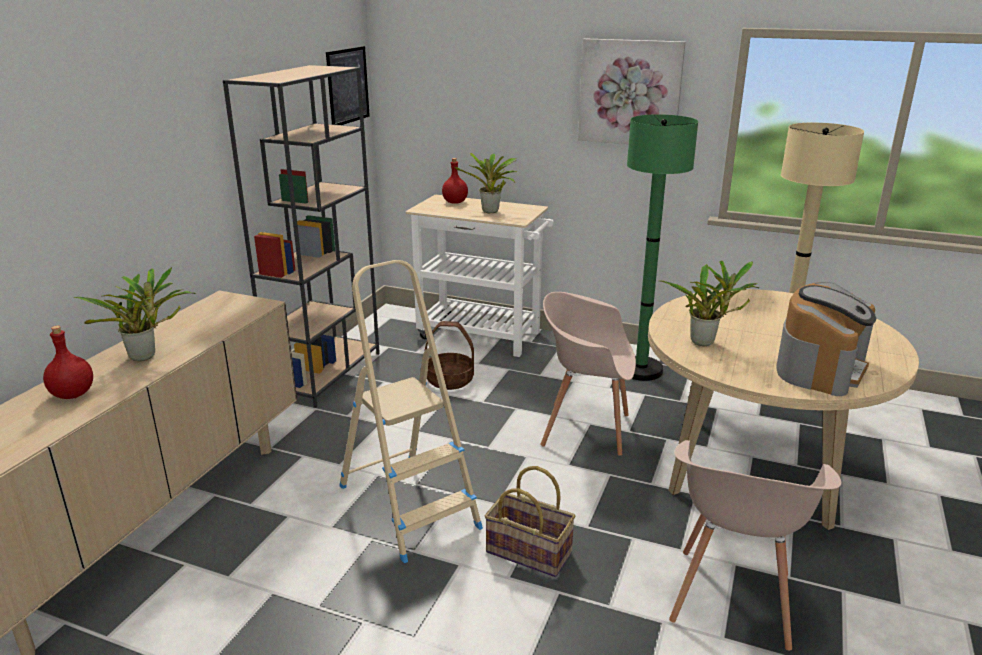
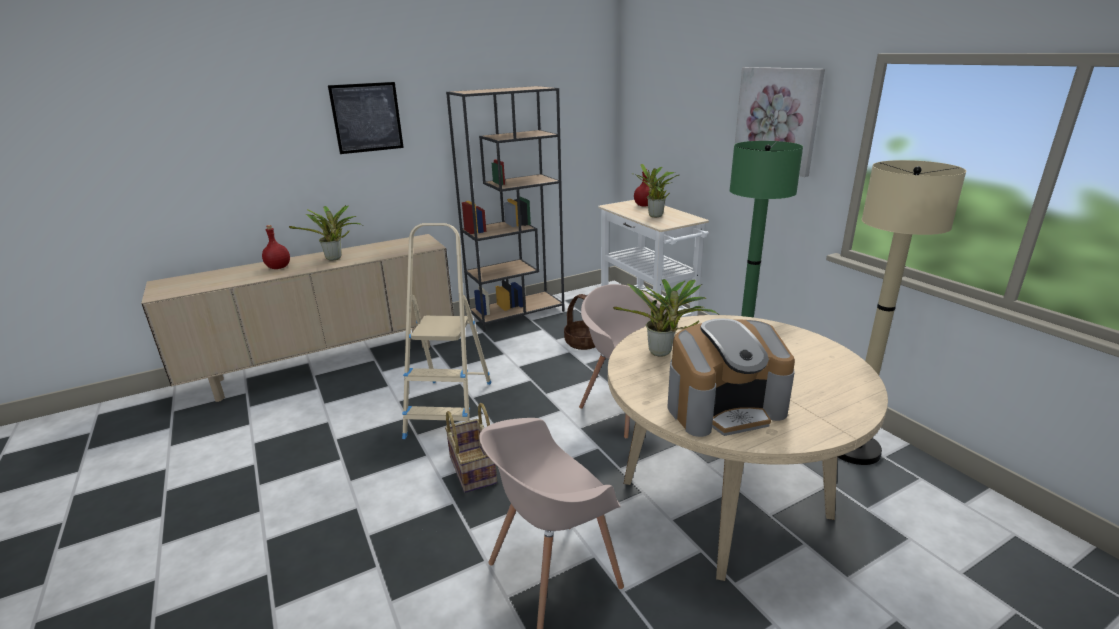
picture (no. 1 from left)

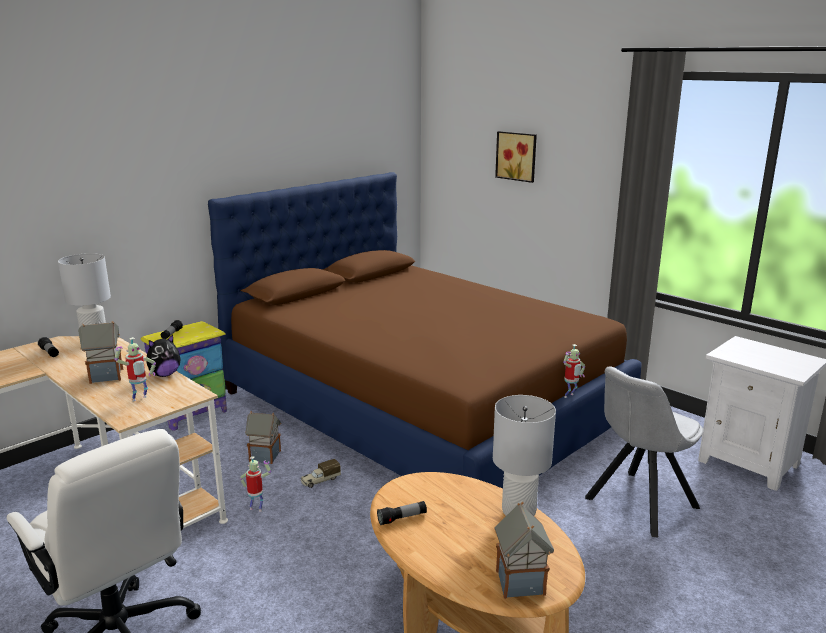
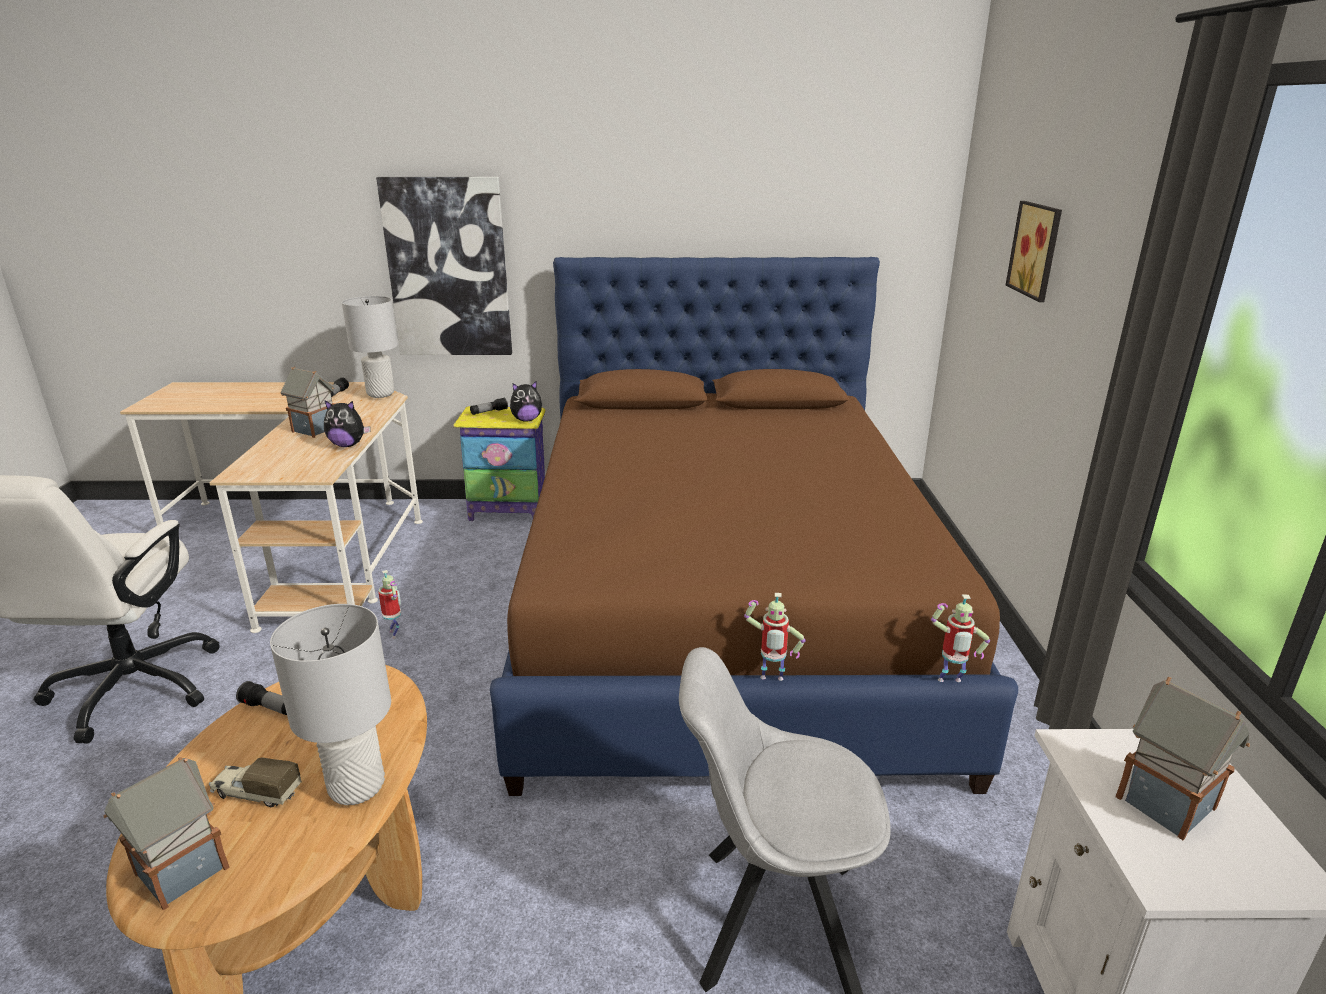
toy robot (no. 3 from left)
toy house (no. 3 from left)
toy truck
picture (no. 1 from left)
plush toy (no. 2 from left)

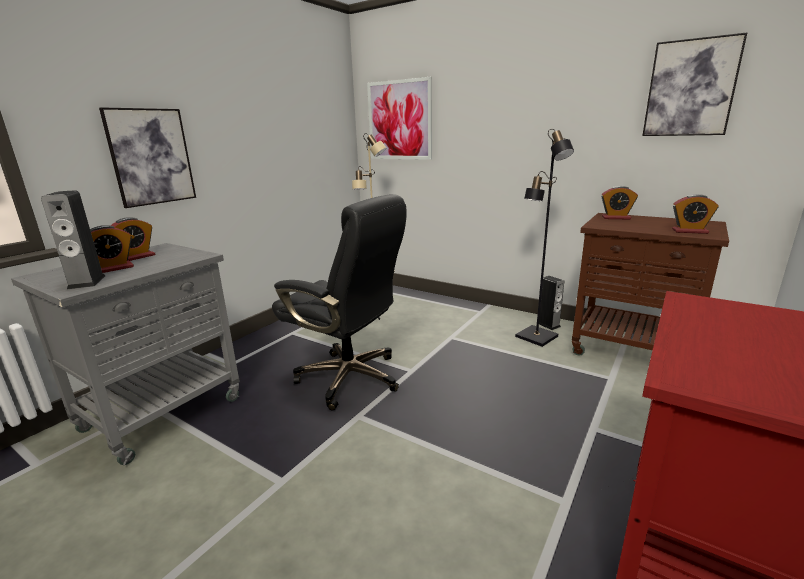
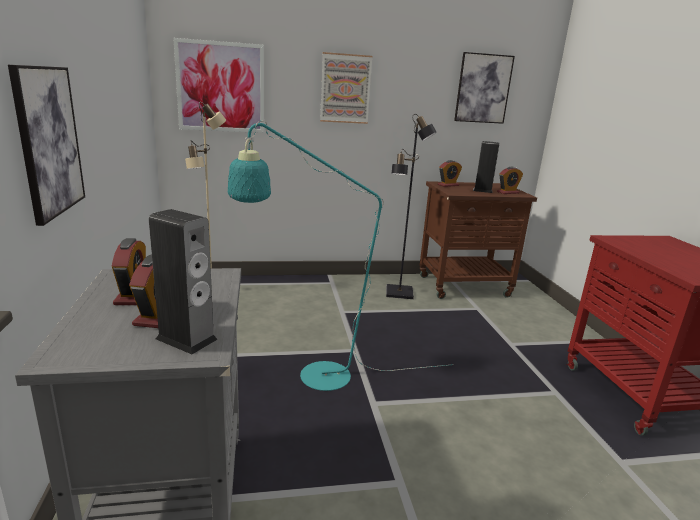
floor lamp/turquoise
speaker (no. 2 from left)
picture (no. 3 from left)

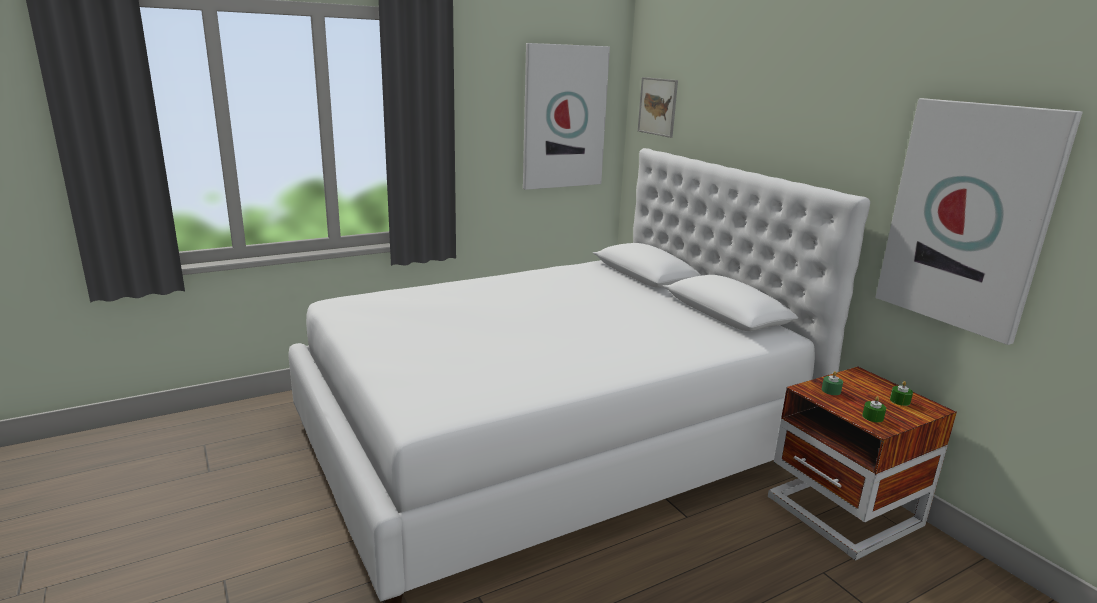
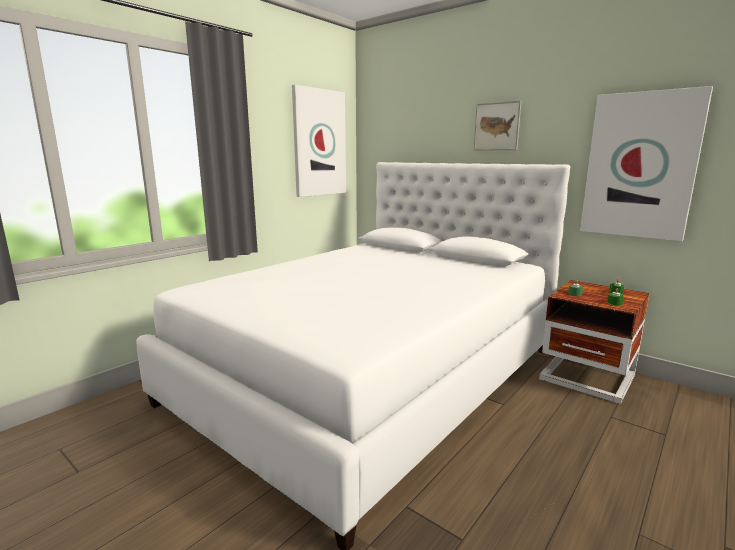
picture (no. 2 from left)

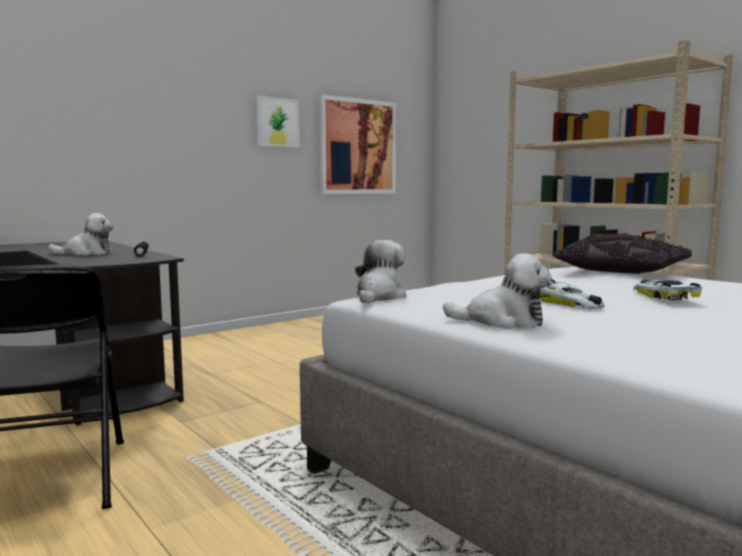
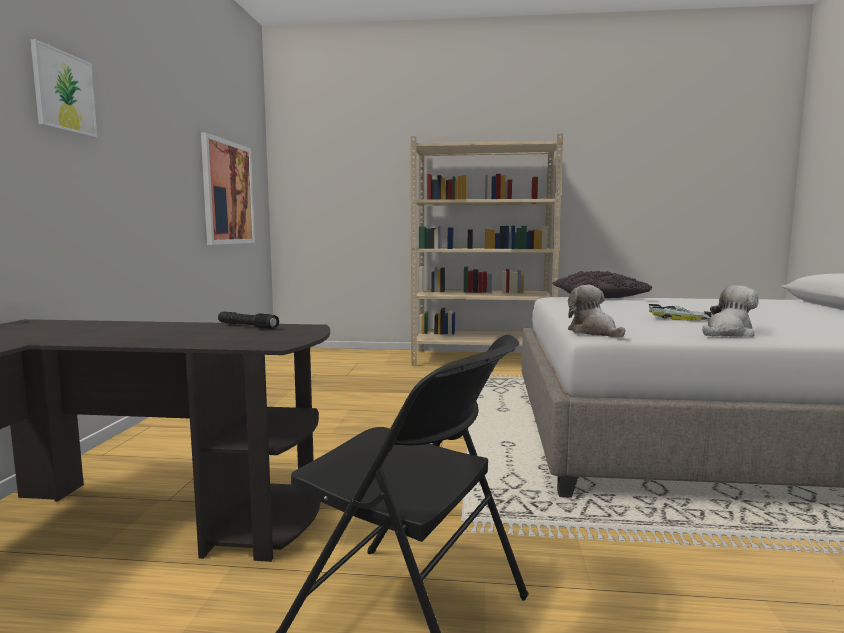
picture (no. 1 from left)
plush toy (no. 1 from left in the first image)
toy car (no. 2 from left in the first image)

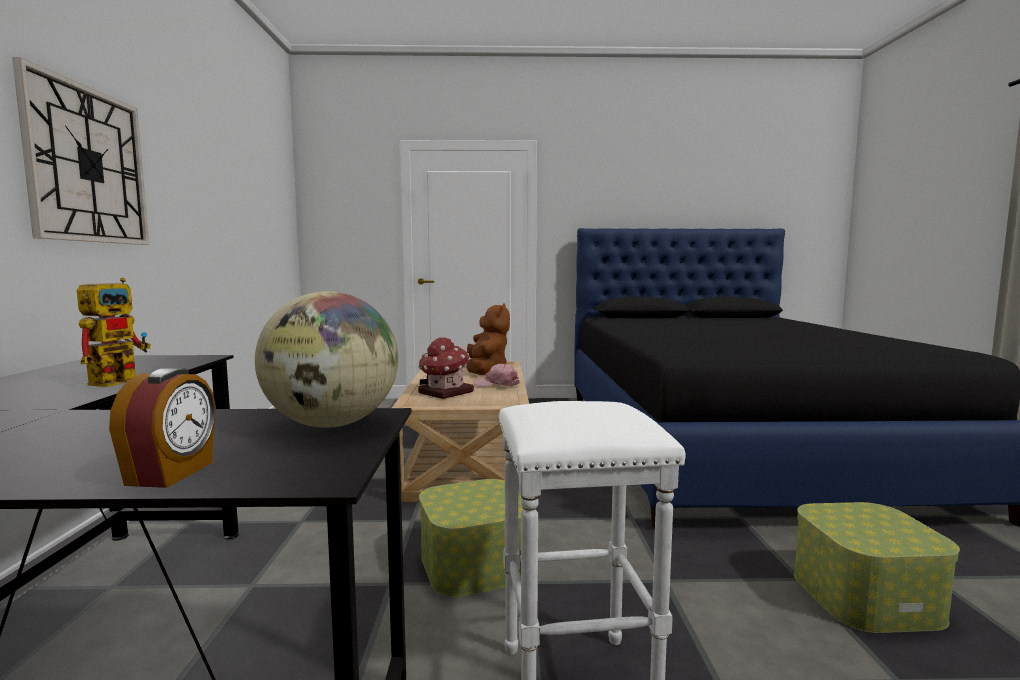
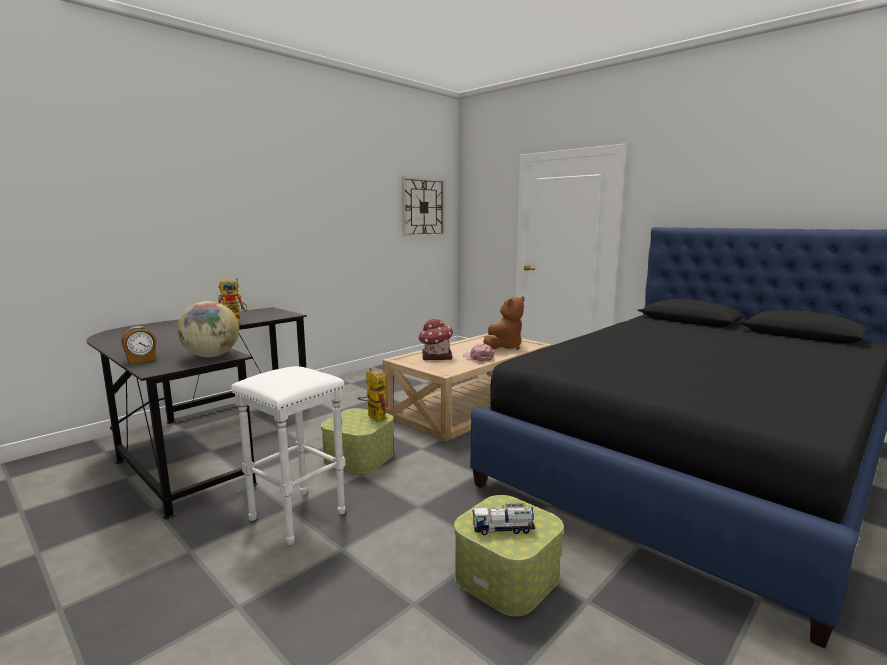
wall clock
toy robot (no. 2 from left)
toy truck

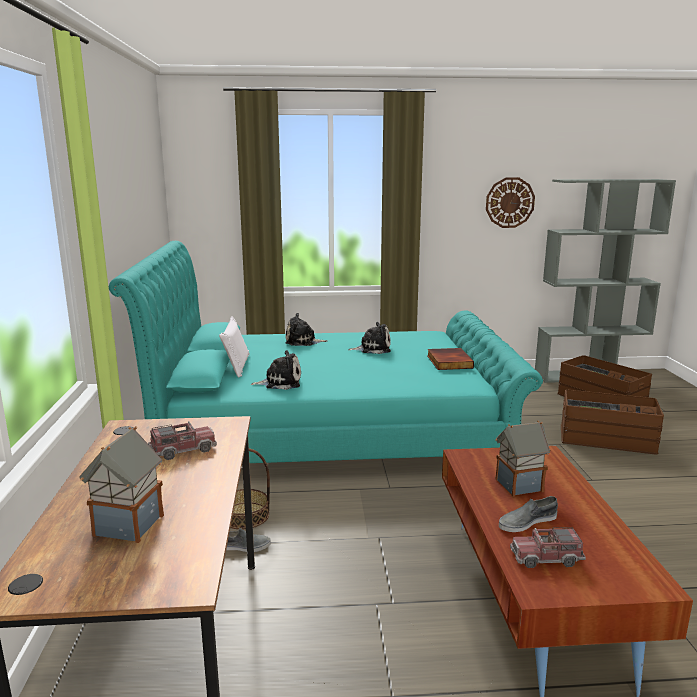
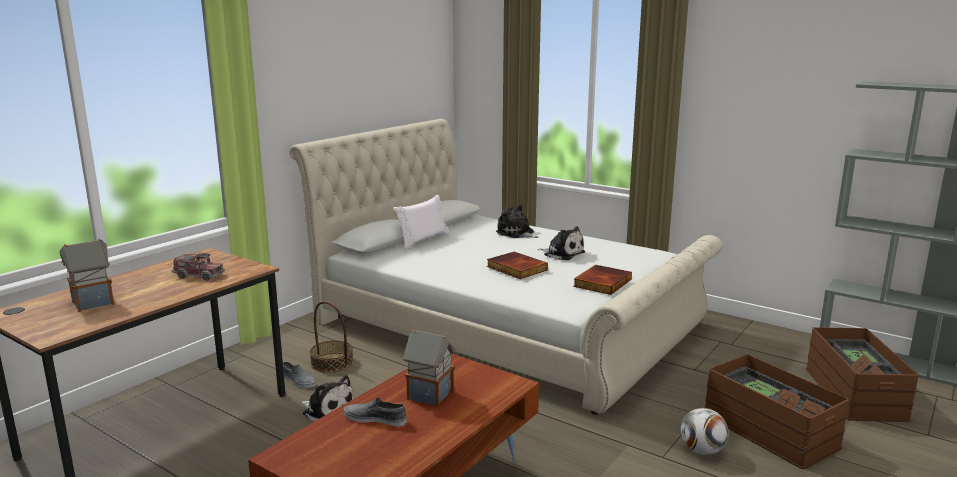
wall clock
bed/beige
plush toy (no. 1 from left)
toy truck (no. 2 from left in the first image)
book (no. 1 from left)
football

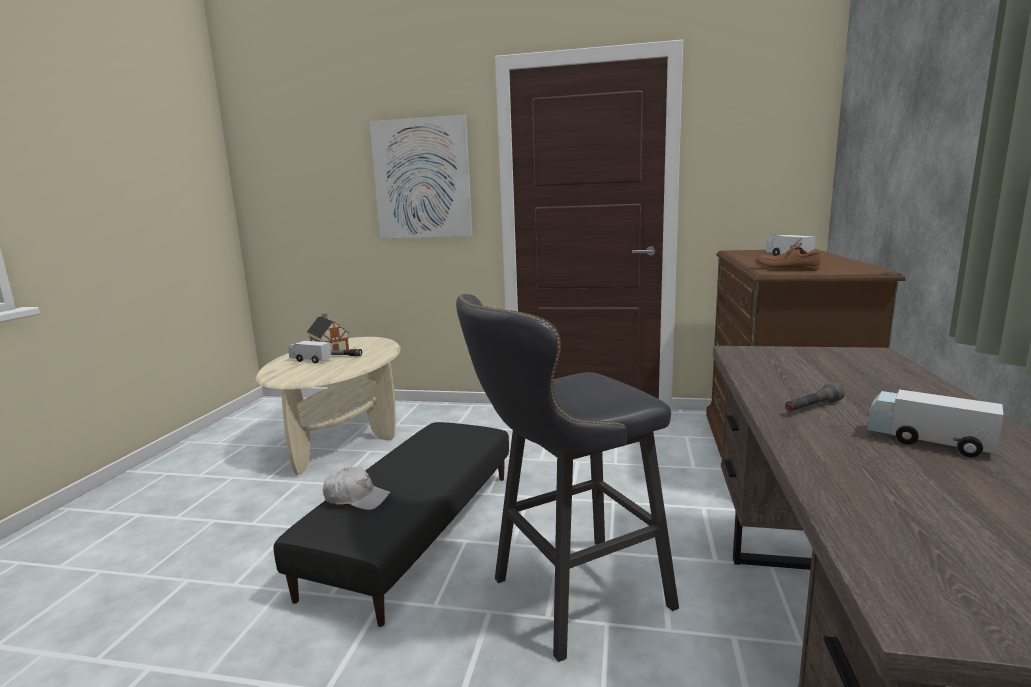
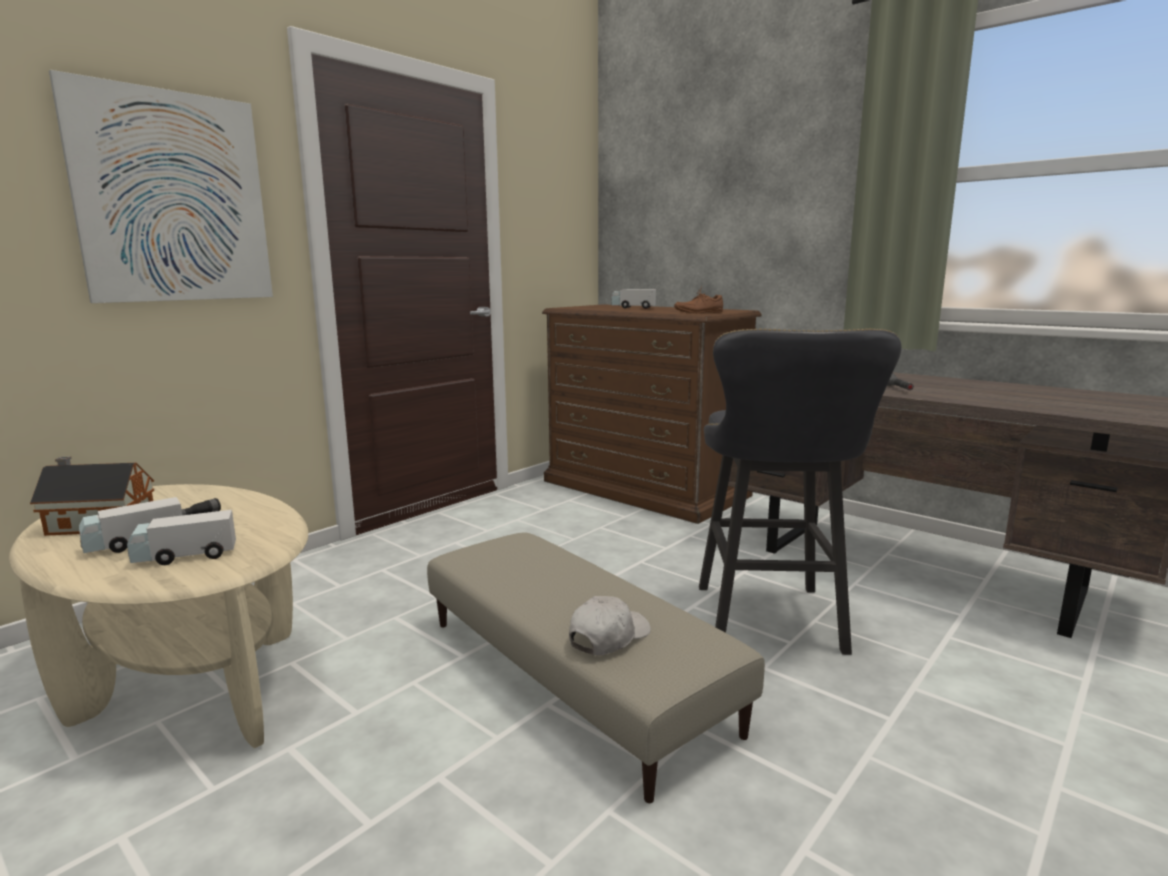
toy truck (no. 2 from left)
ottoman/beige

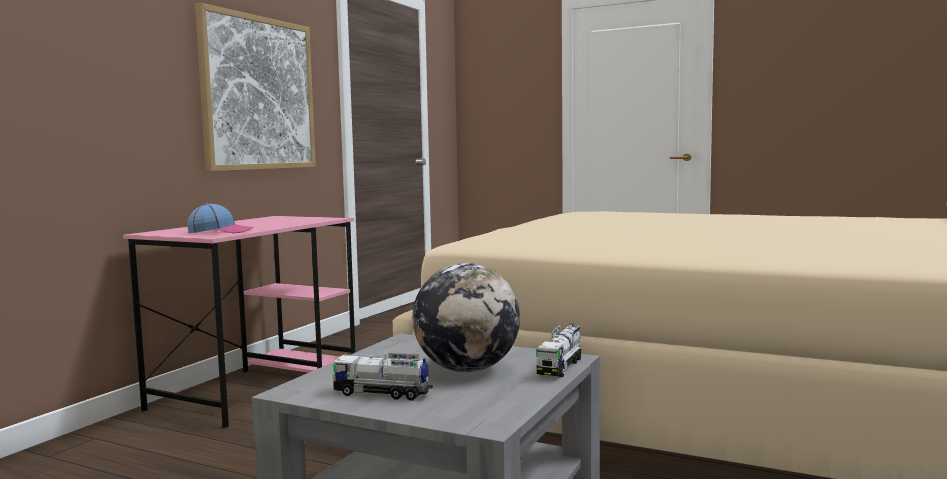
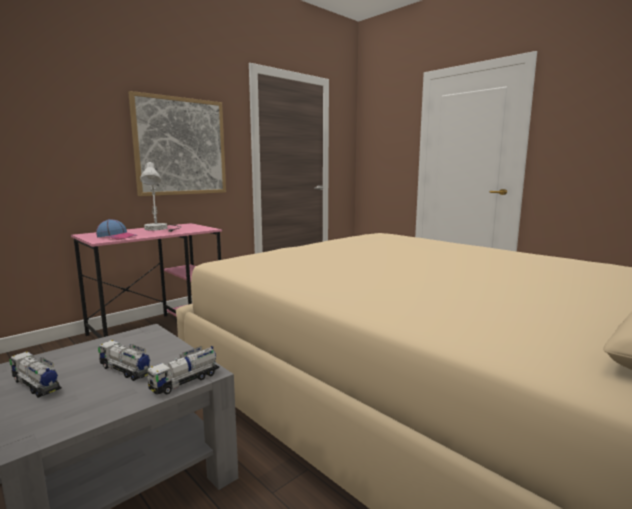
toy truck (no. 2 from left)
table lamp/white

